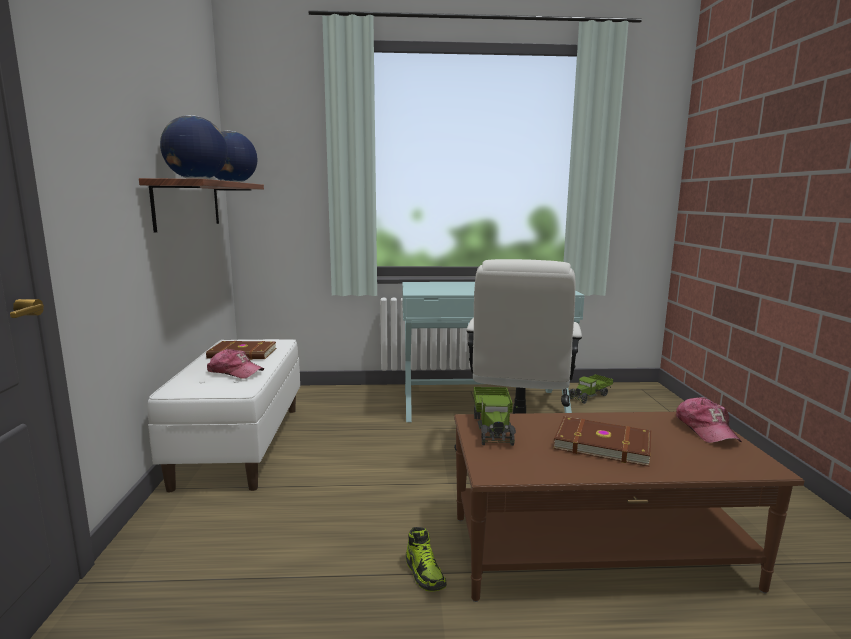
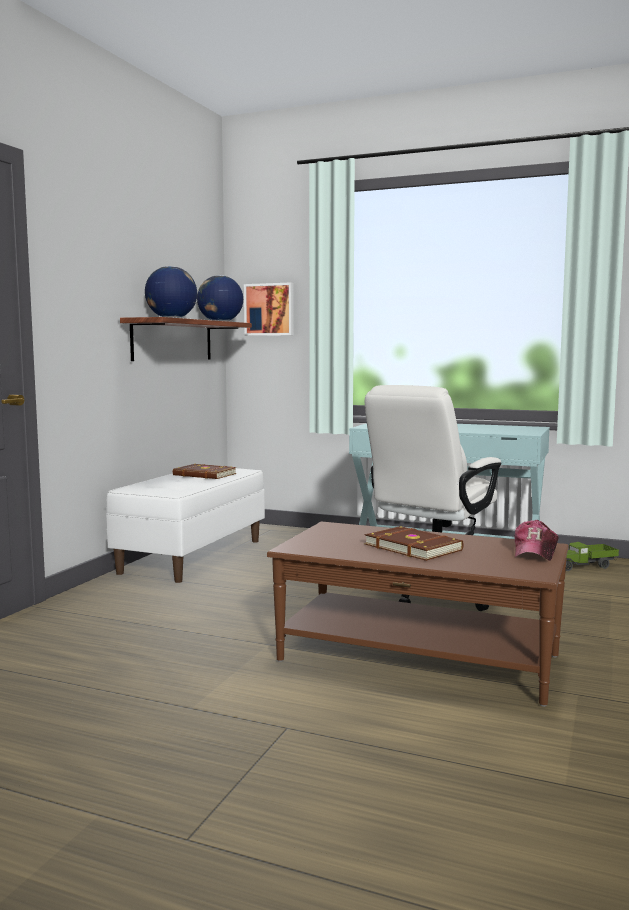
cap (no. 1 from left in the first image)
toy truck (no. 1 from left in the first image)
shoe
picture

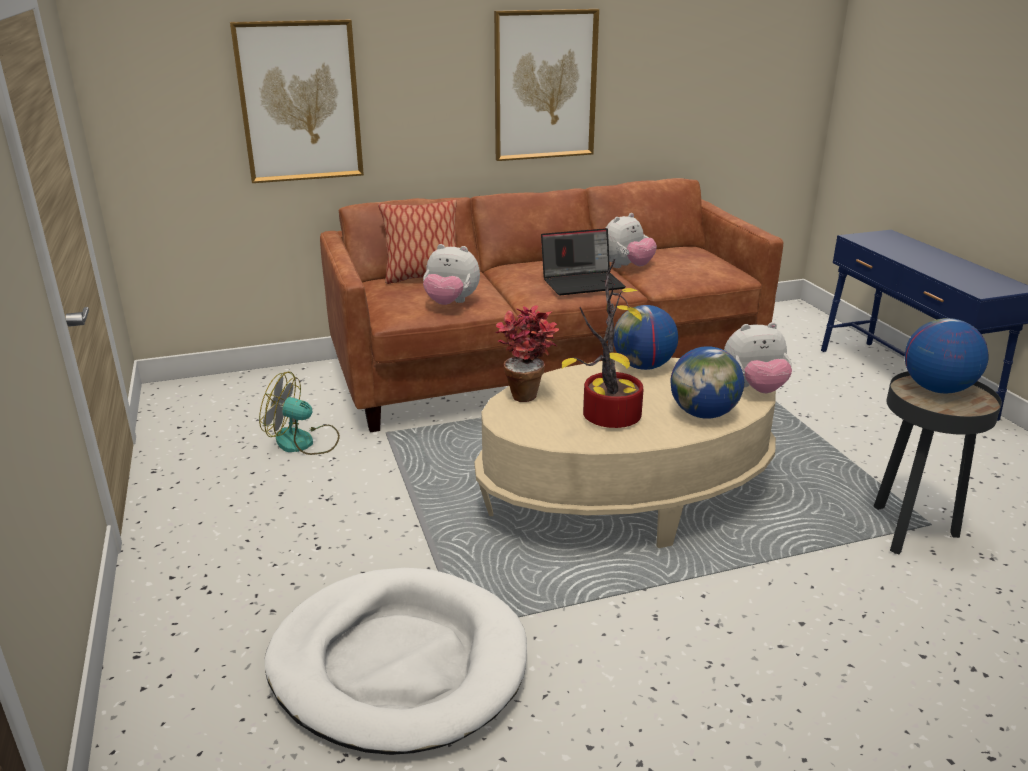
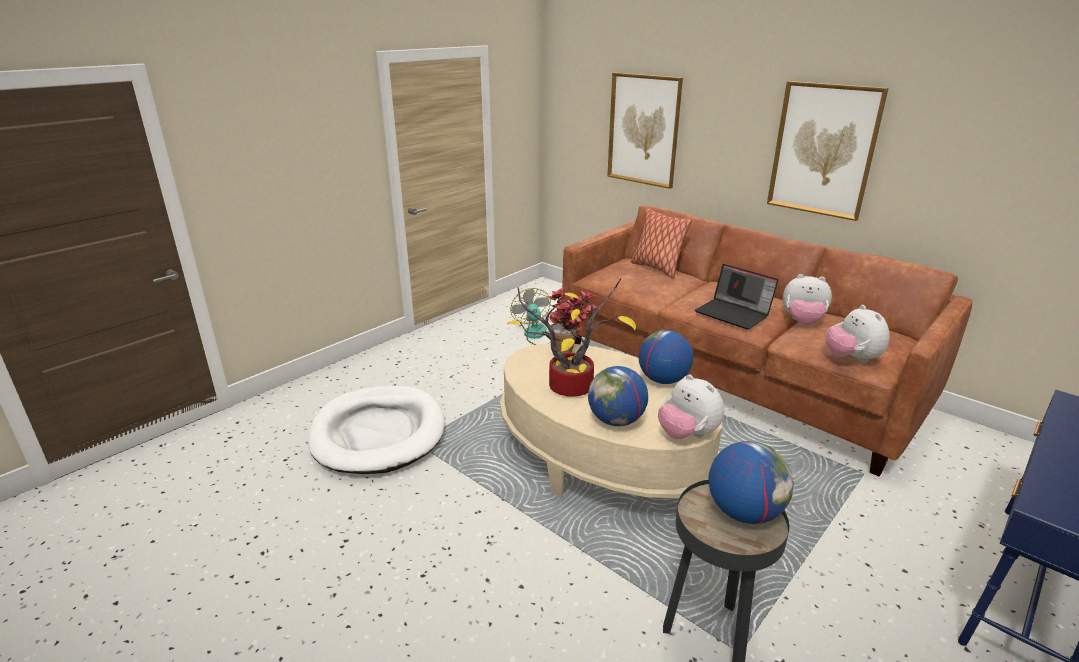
plush toy (no. 3 from left)

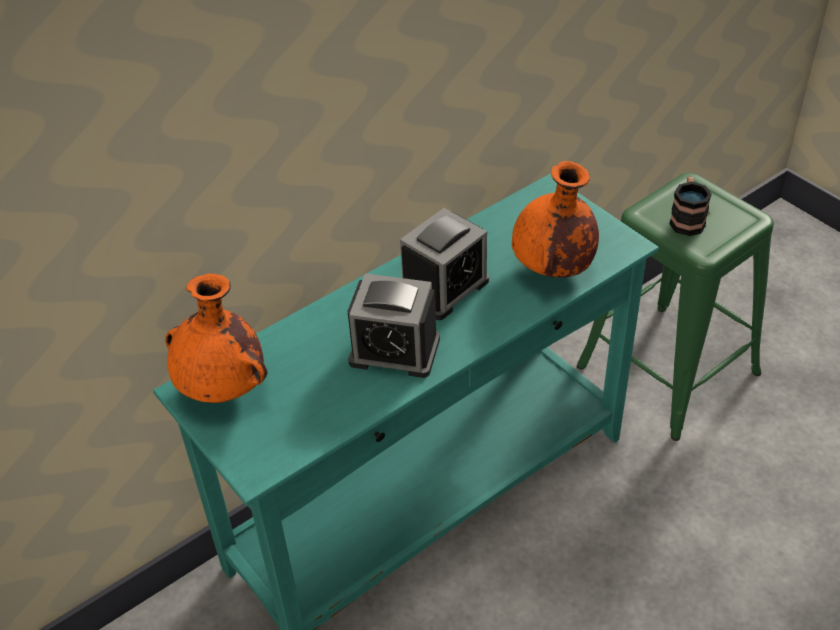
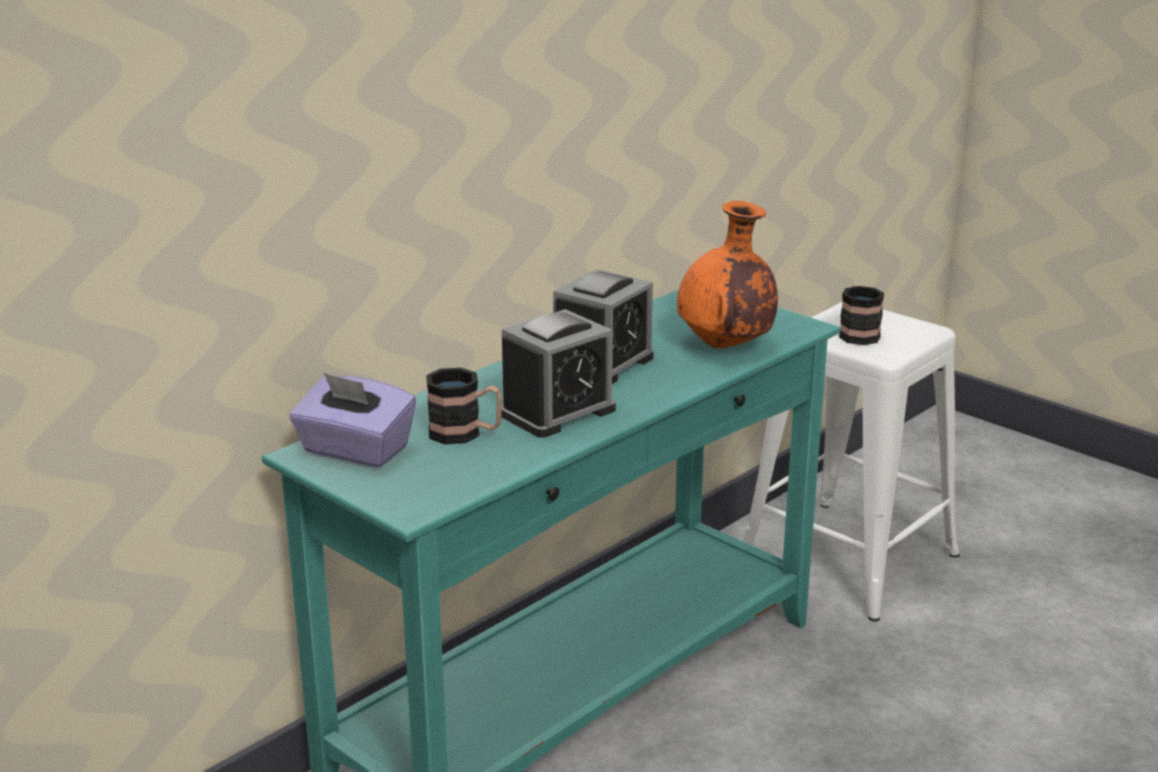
stool/white
alarm clock (no. 1 from left)
tissue box/purple
mug (no. 1 from left)

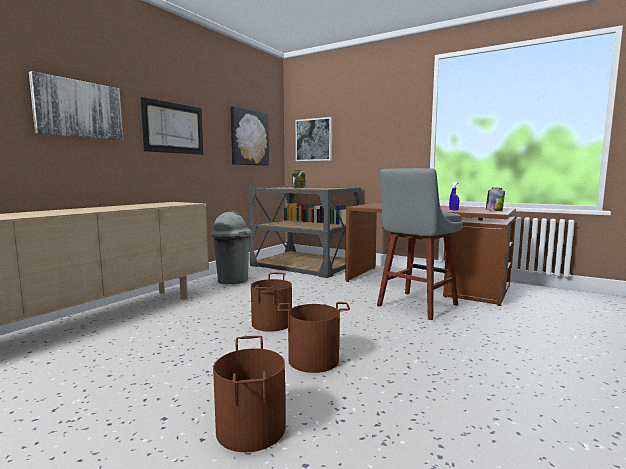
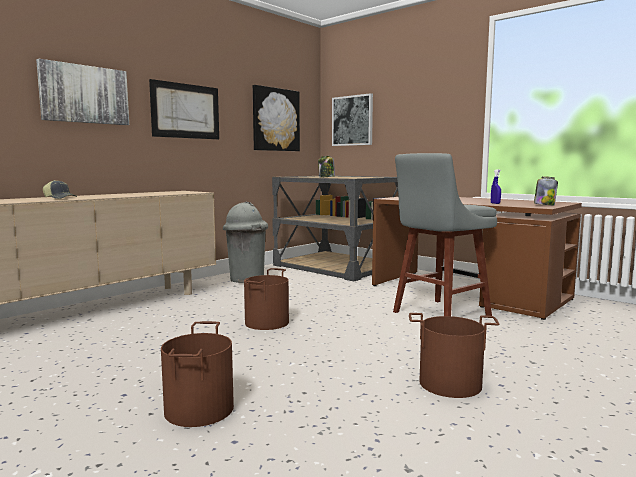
bucket/brown (no. 3 from left)
cap

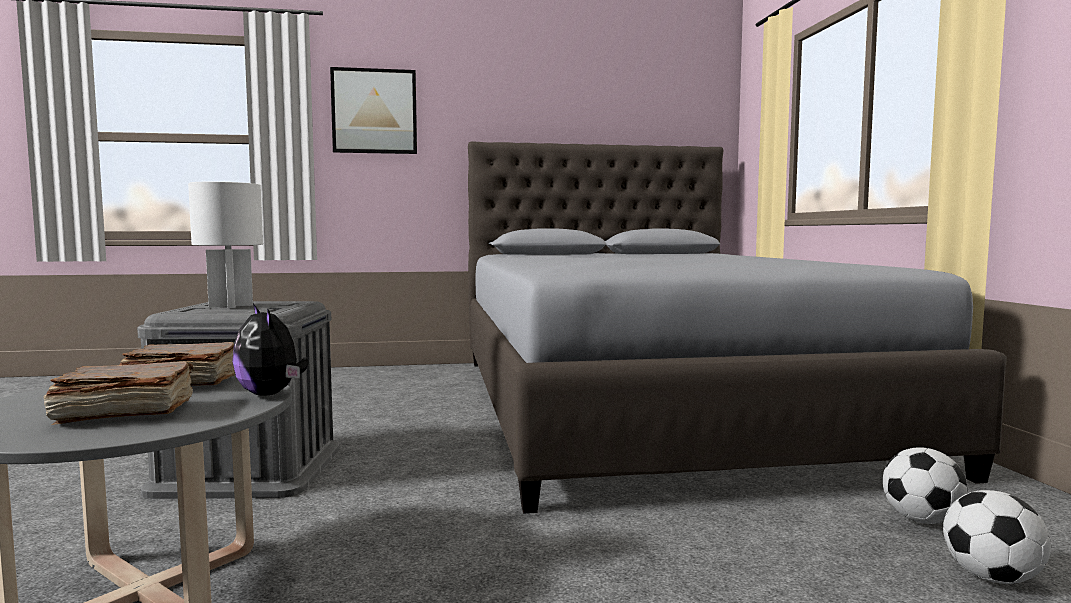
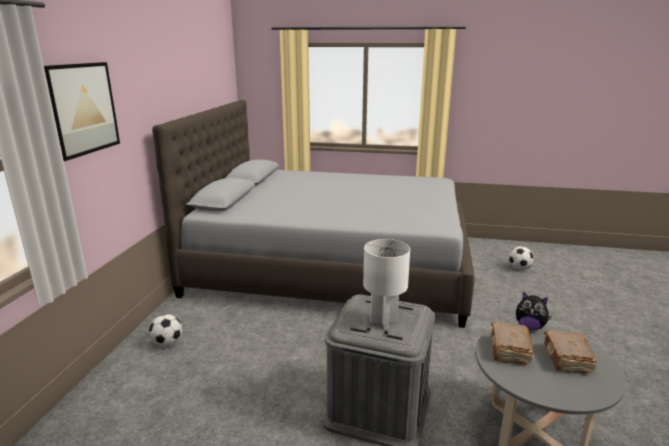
plush toy
football (no. 1 from left)

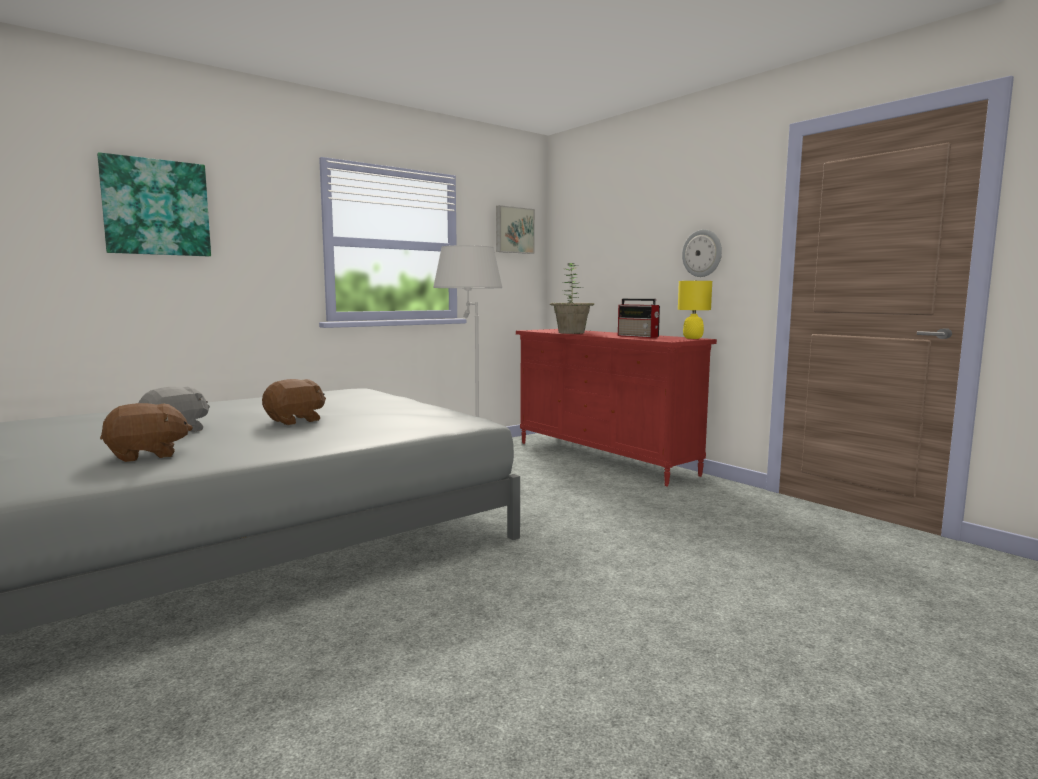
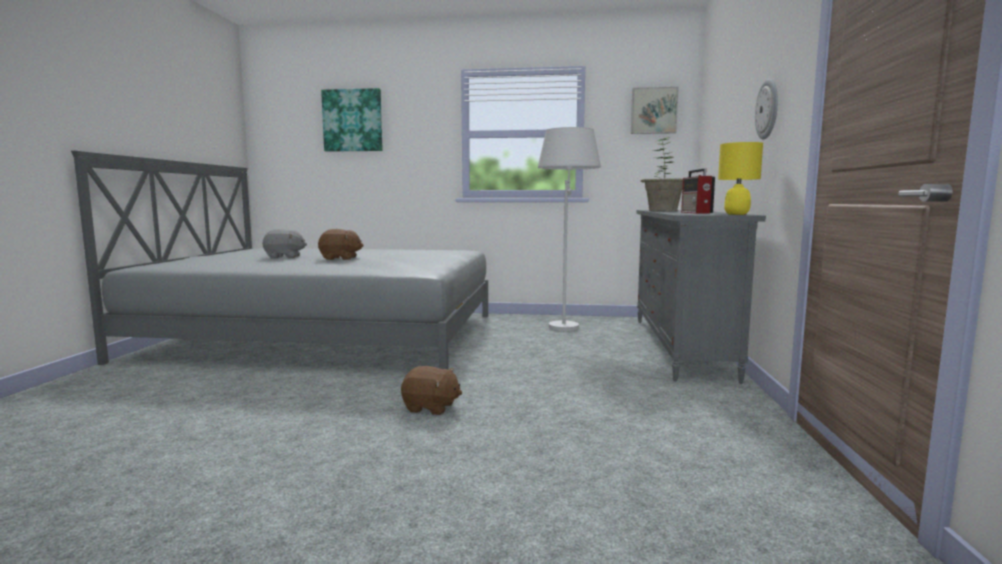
dresser/grey
plush toy/brown (no. 2 from left)

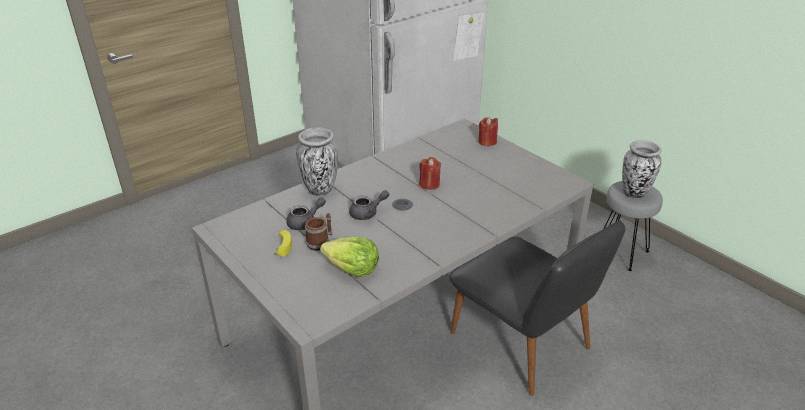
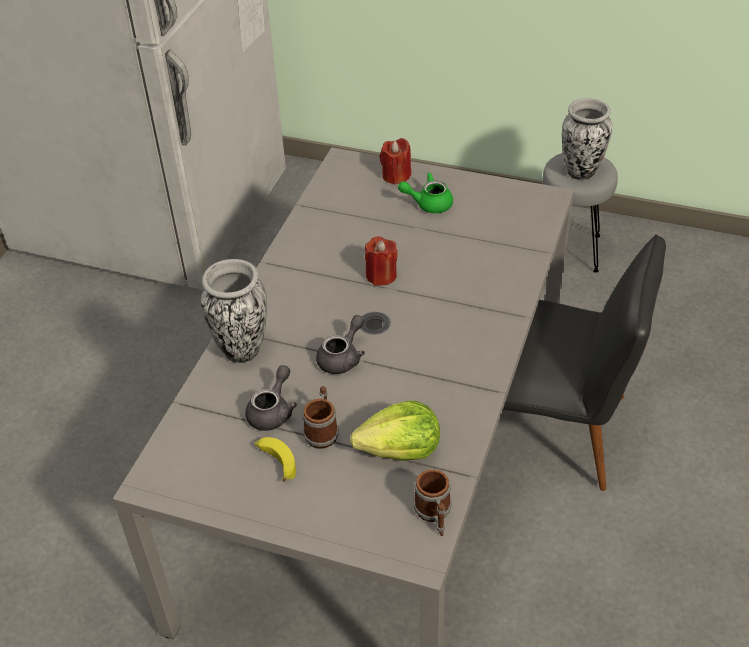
teapot/green
mug (no. 2 from left)

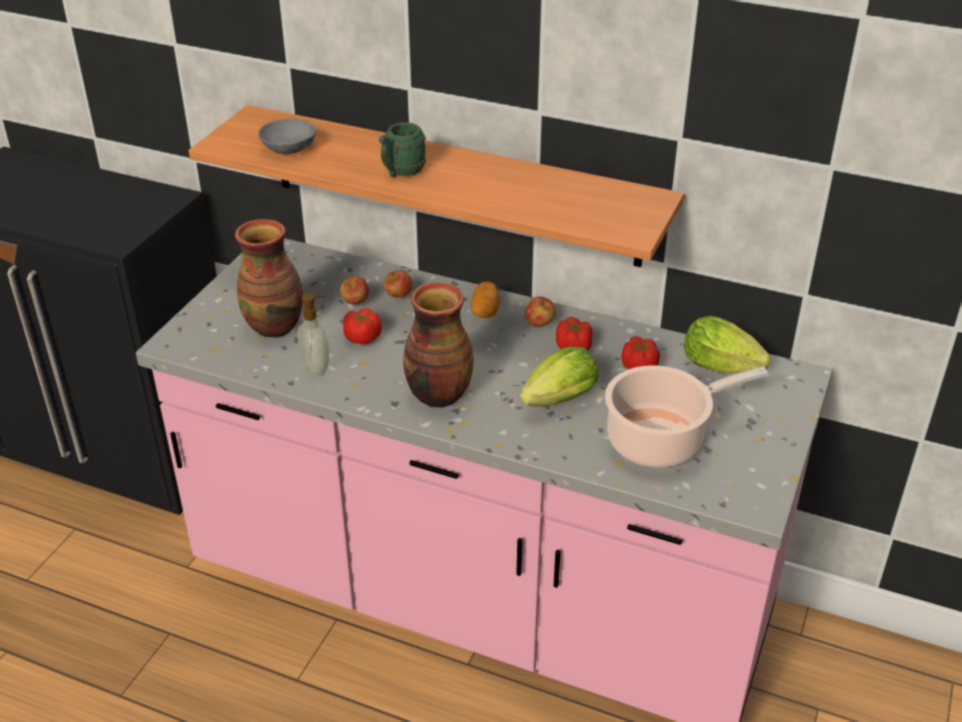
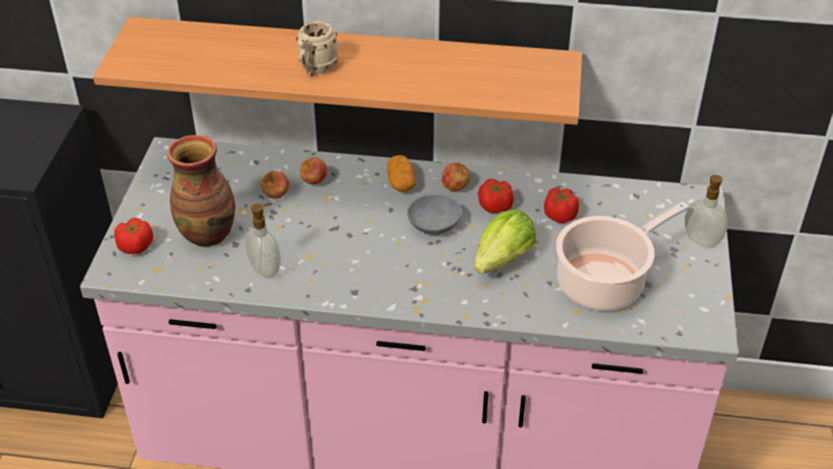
bowl/grey
mug/beige
vase (no. 2 from left in the first image)
tomato (no. 1 from left)
lettuce (no. 2 from left in the first image)
soap dispenser (no. 2 from left)

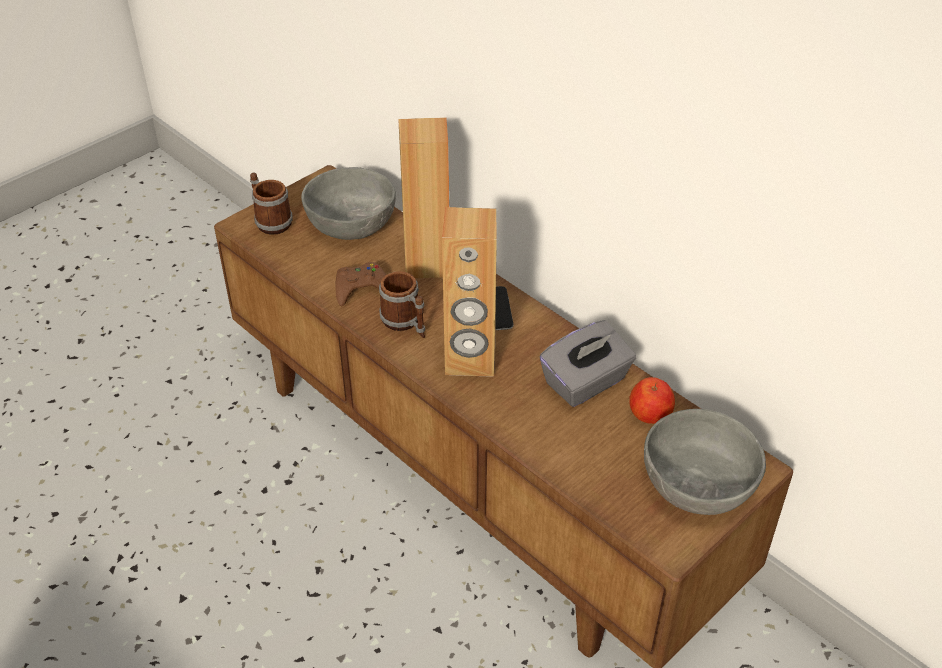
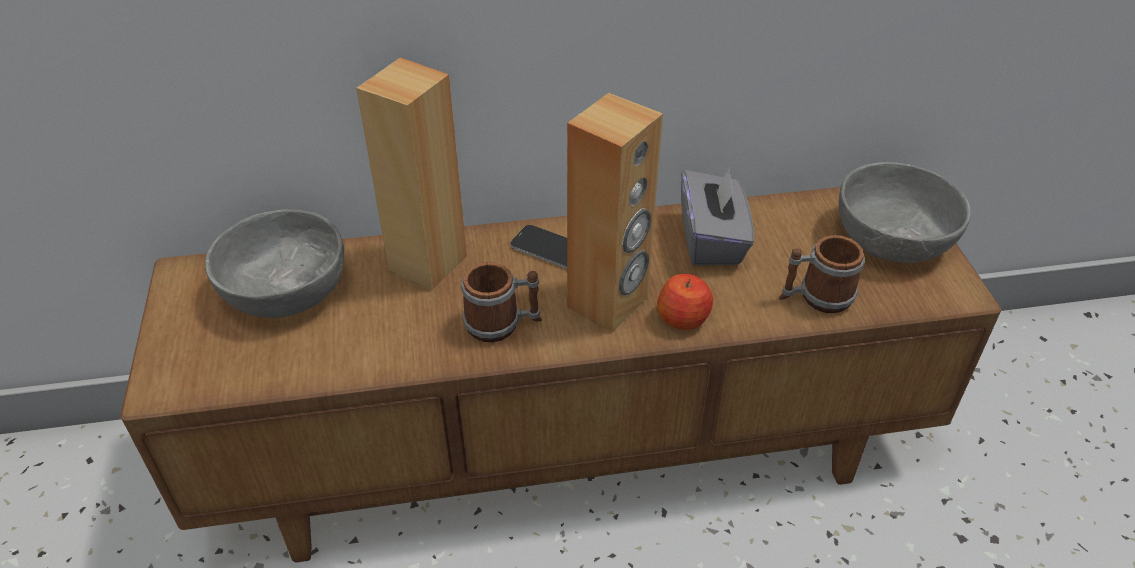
mug (no. 2 from left)
game controller/brown
apple

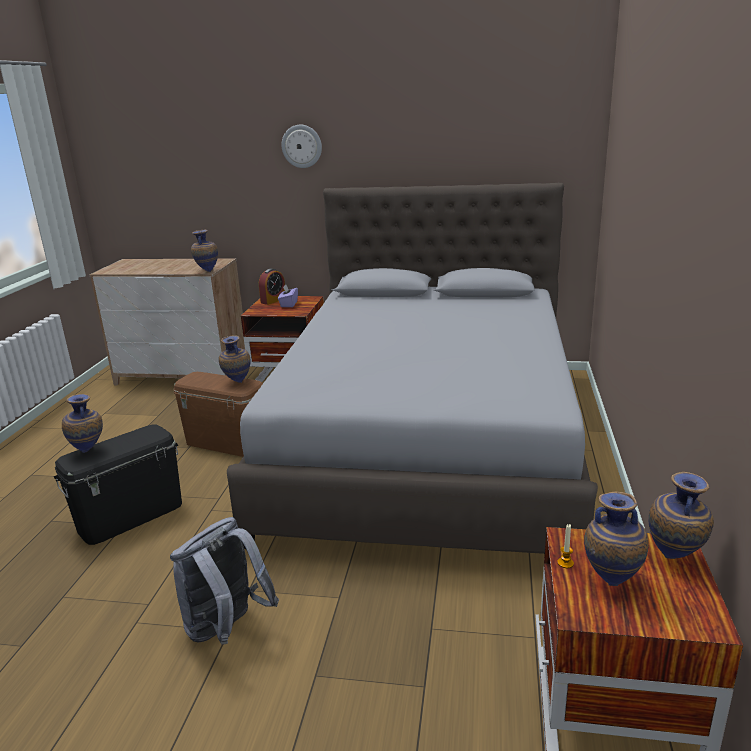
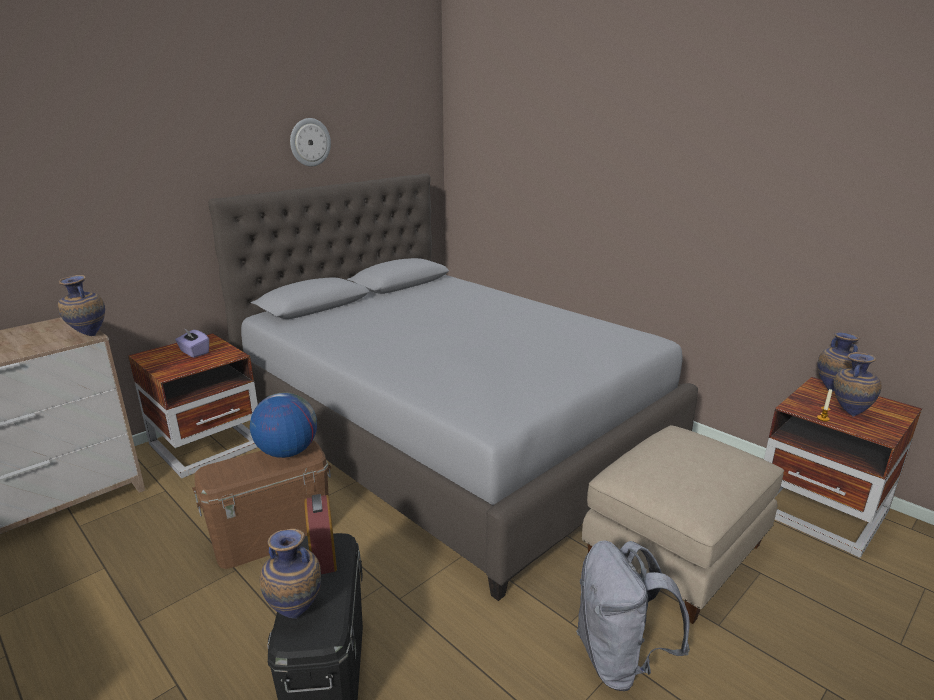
wall clock
alarm clock
globe
ottoman/beige

